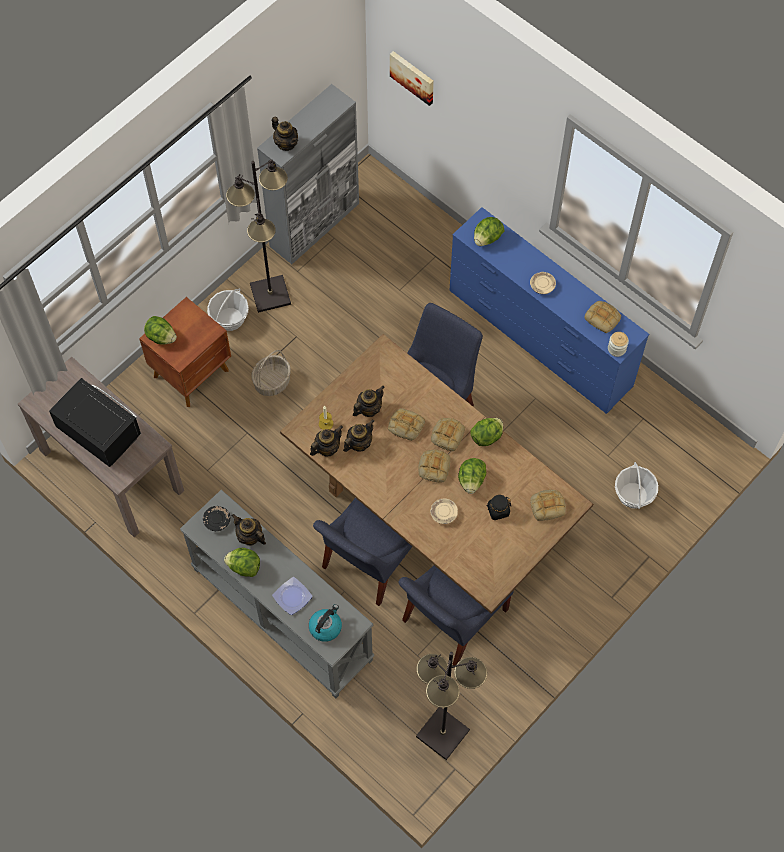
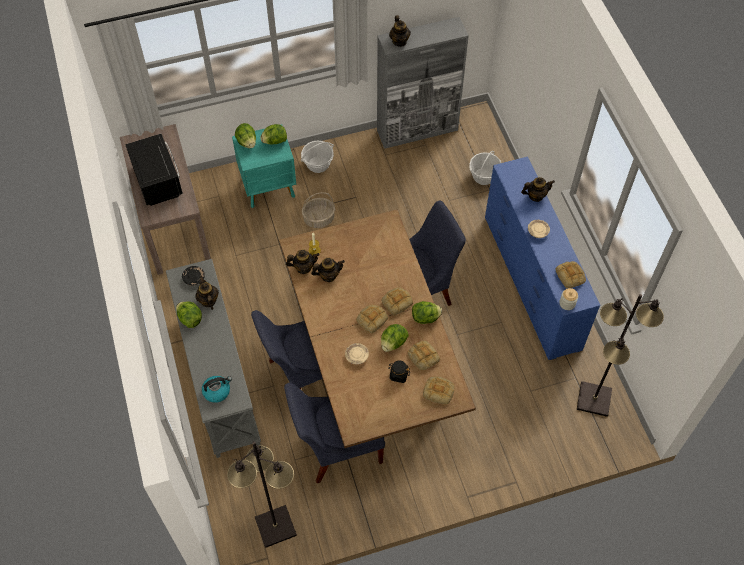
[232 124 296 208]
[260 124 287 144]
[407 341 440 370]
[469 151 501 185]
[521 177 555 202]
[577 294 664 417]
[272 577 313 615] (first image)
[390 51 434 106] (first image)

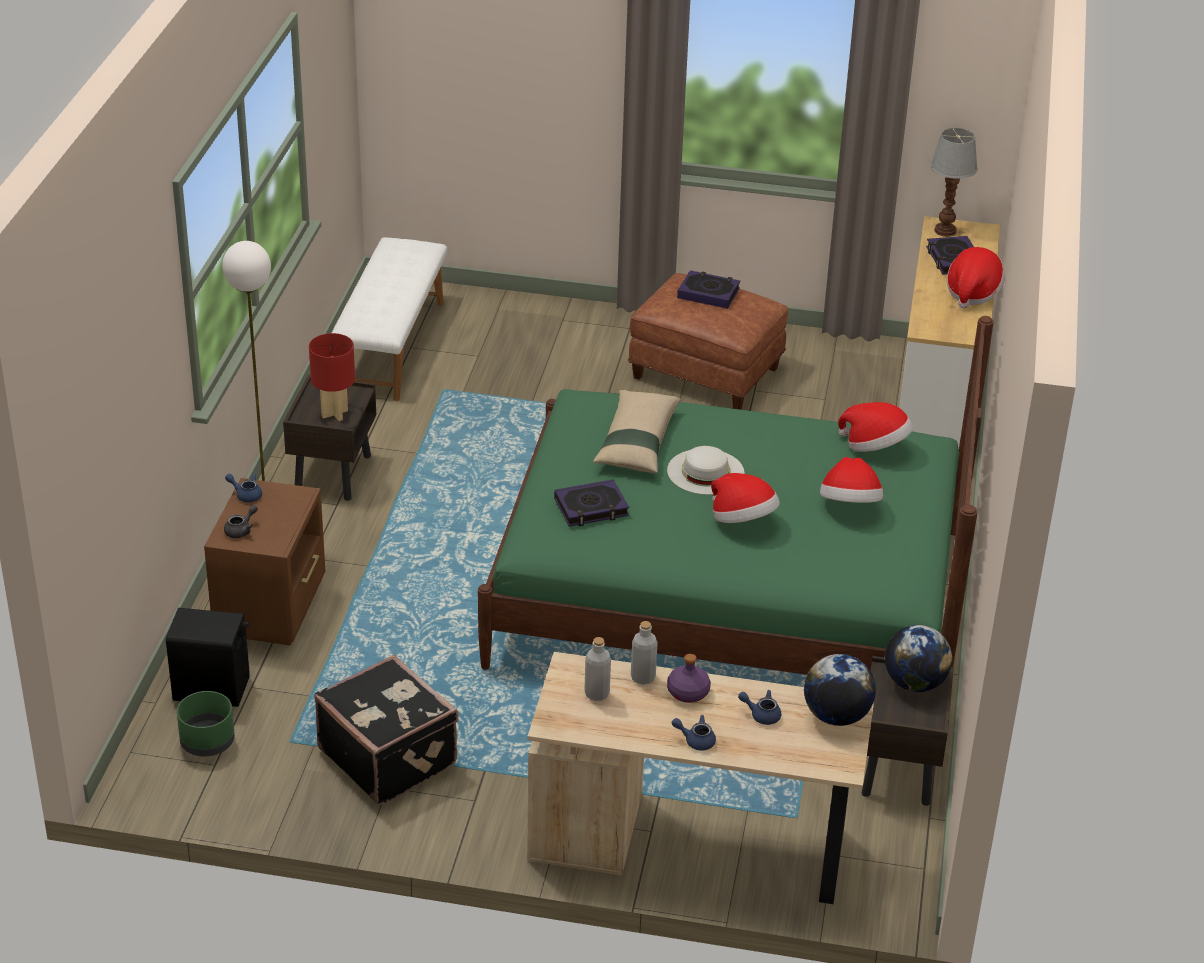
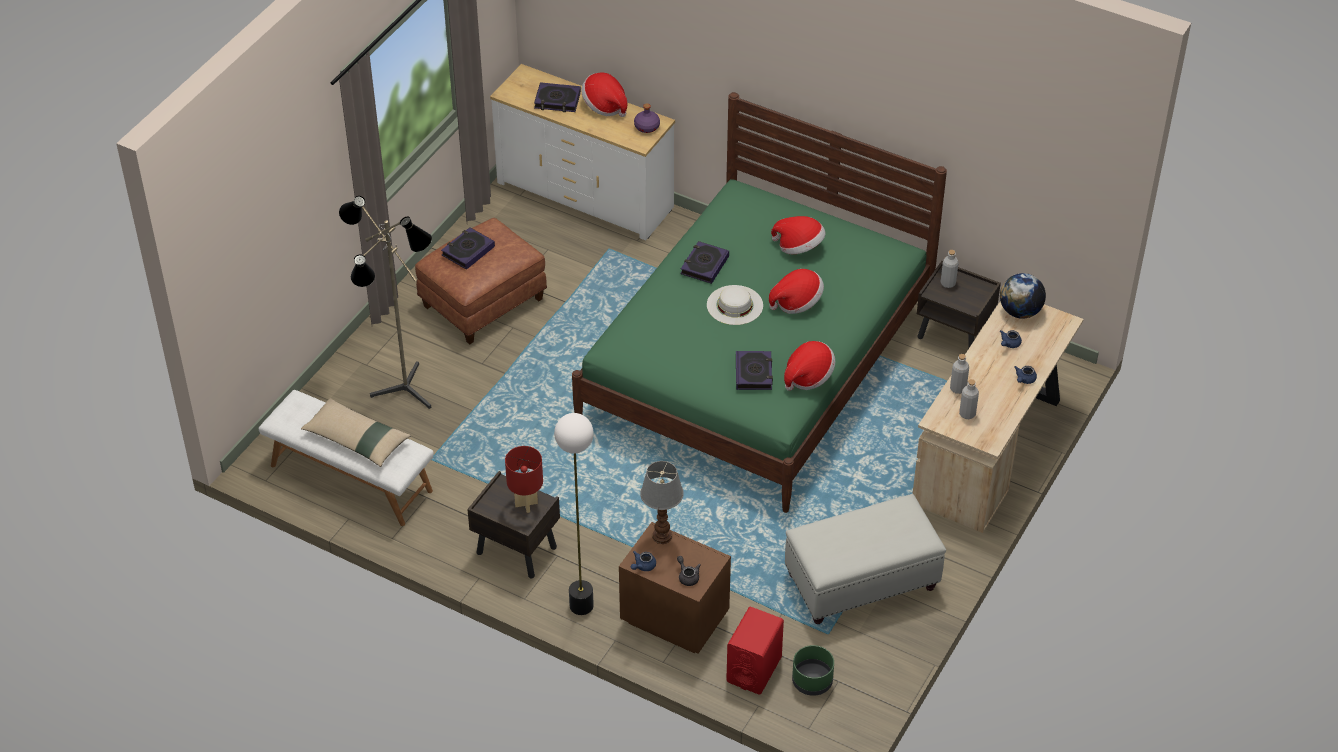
[301 398 411 467]
[339 196 432 409]
[634 104 660 133]
[640 461 684 544]
[680 241 729 284]
[726 607 784 695]
[784 341 835 391]
[785 494 946 624]
[941 250 959 288]

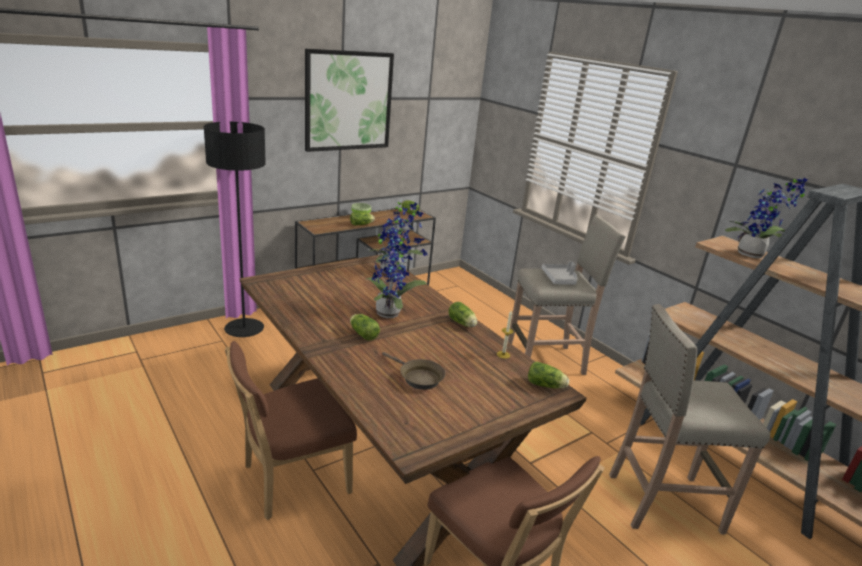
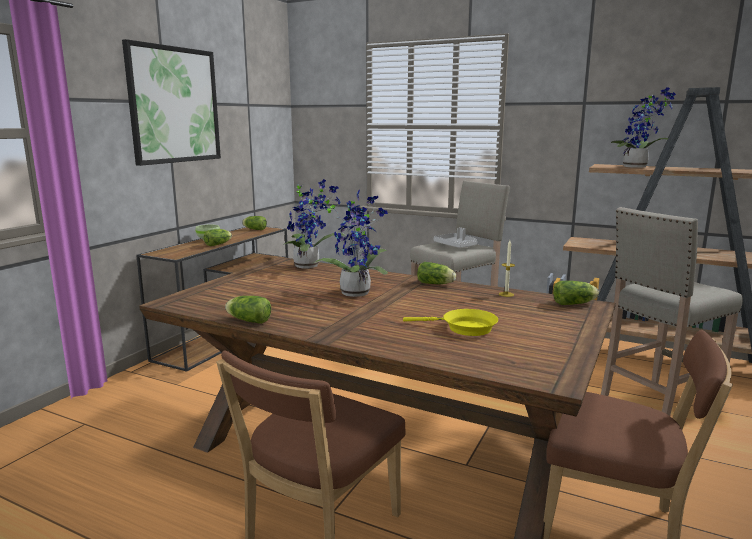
[225 296 271 324]
[403 309 498 336]
[204 122 266 337] (first image)

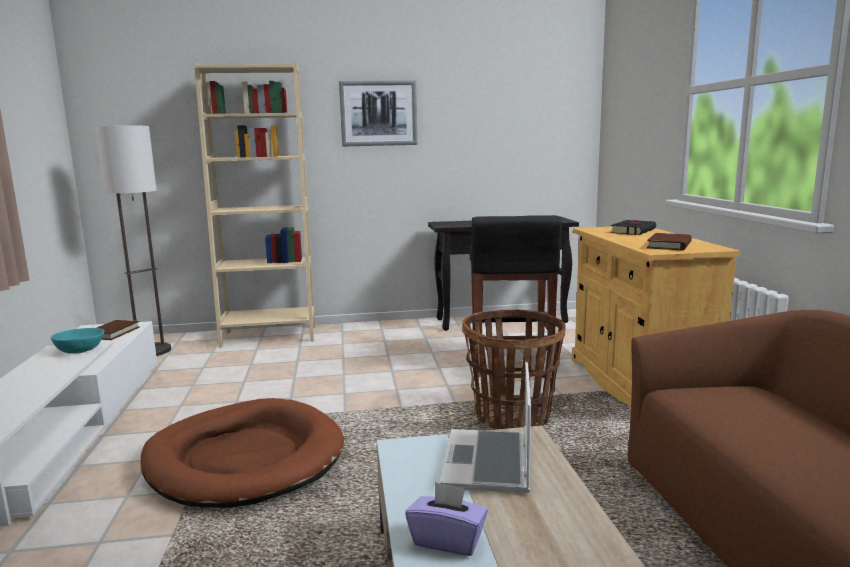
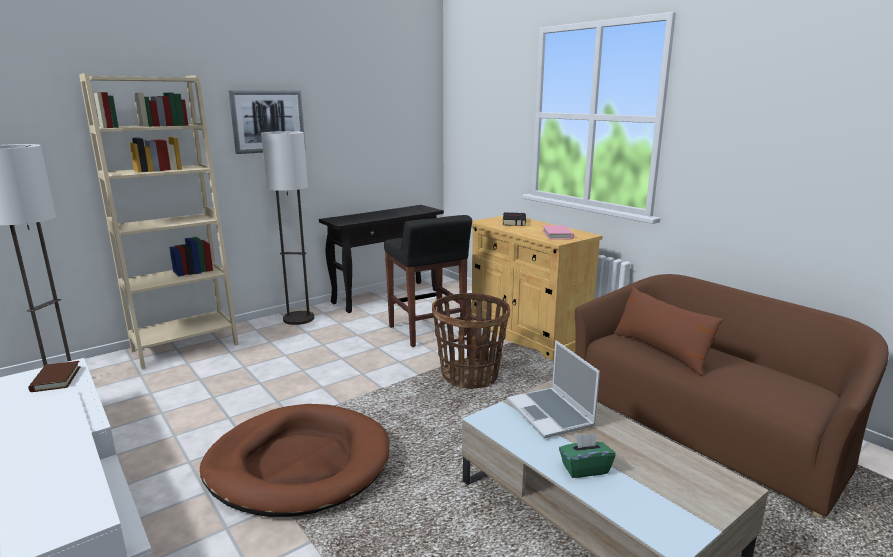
[261 131 314 325]
[542 225 574 239]
[559 433 616 478]
[614 286 723 376]
[51 328 104 354] (first image)

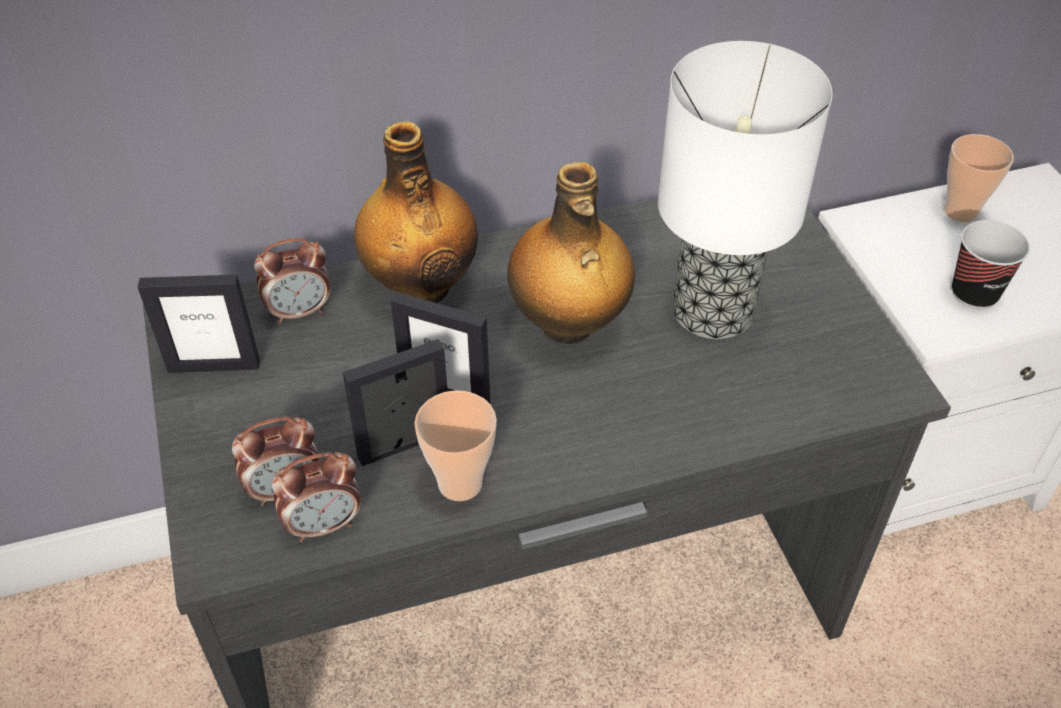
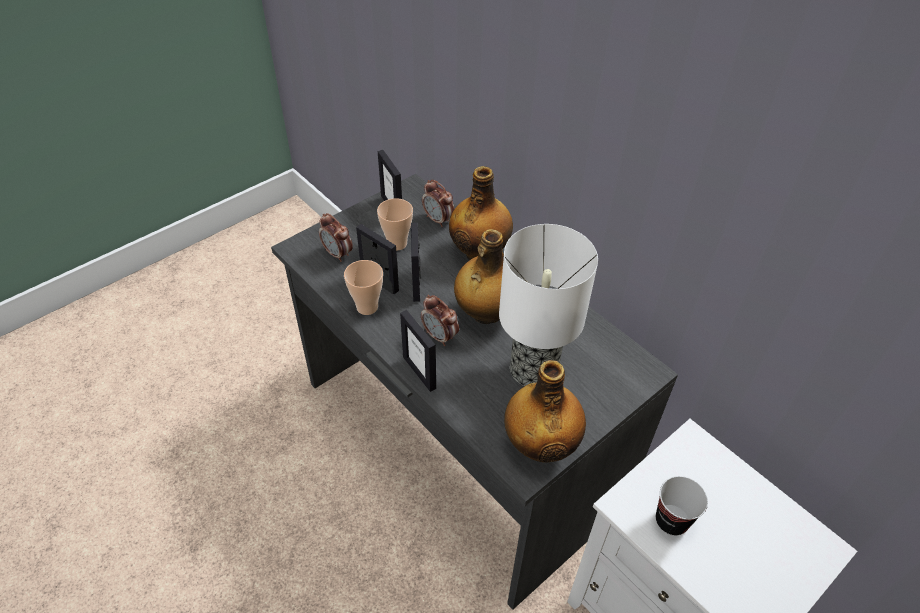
[377 198 413 250]
[400 310 436 392]
[421 295 459 346]
[504 360 586 463]

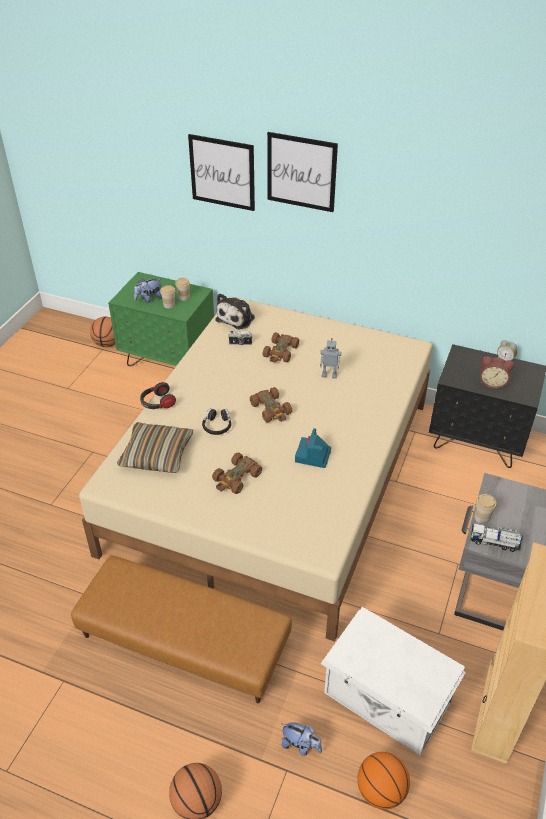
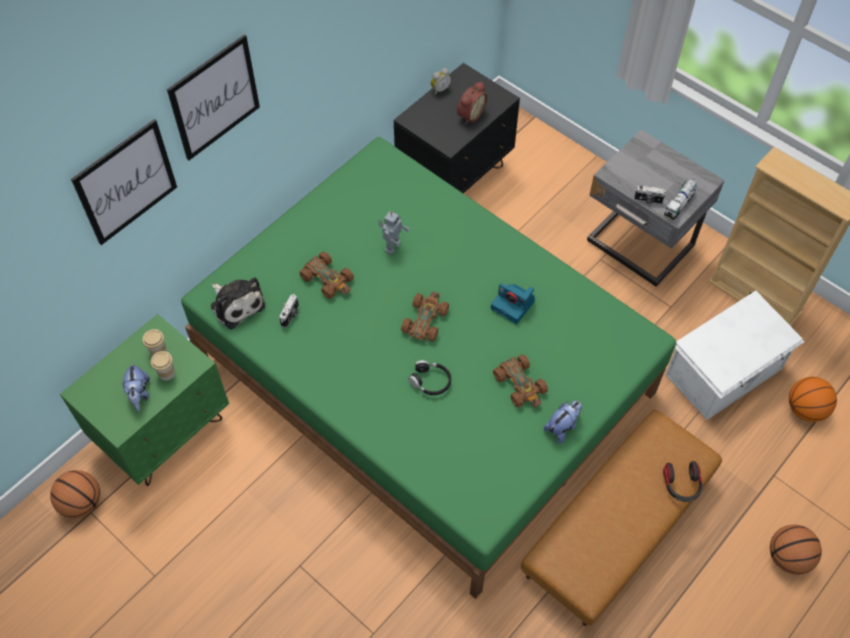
[181 137 676 599]
[401 292 449 342]
[544 401 582 443]
[634 185 666 204]
[663 461 703 502]
[117 422 193 473] (first image)

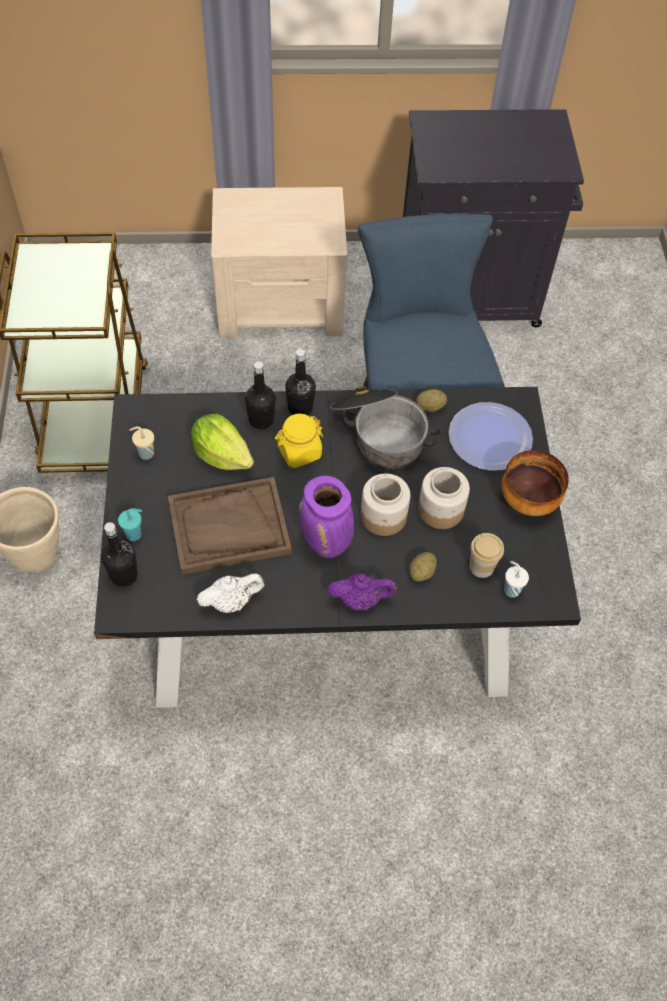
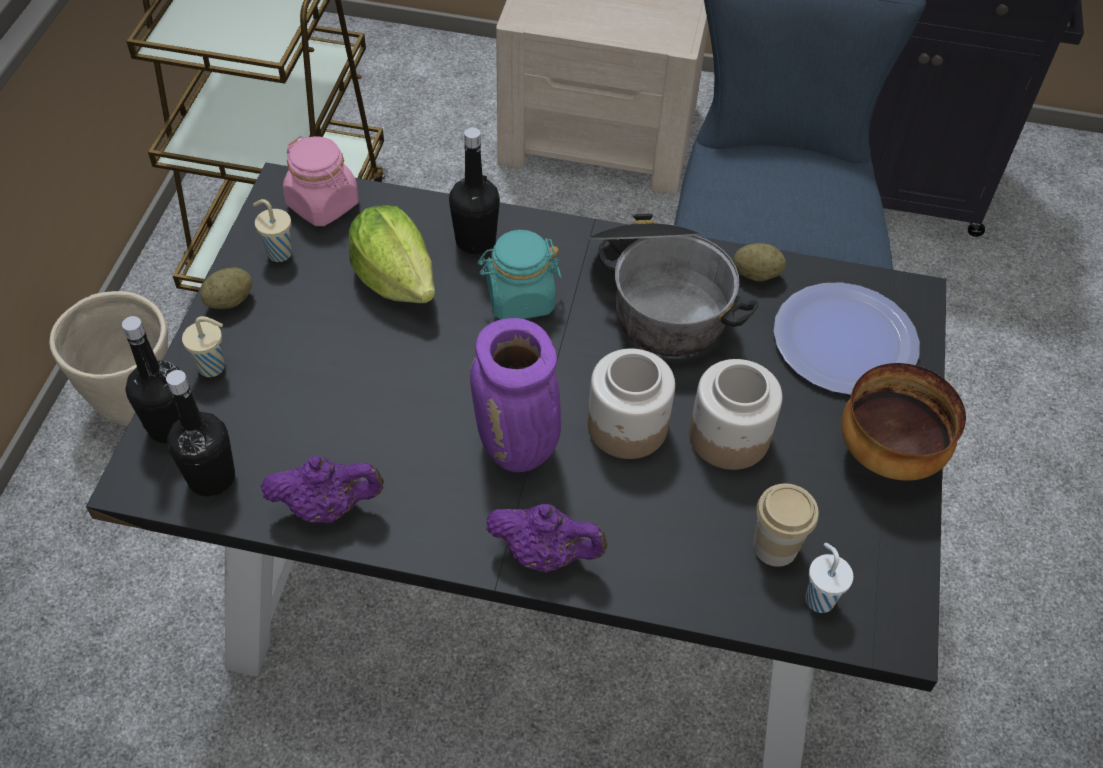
[166 370 235 497]
[182 316 225 377]
[200 267 252 309]
[261 456 384 523]
[283 136 359 226]
[478 230 562 319]
[168 477 292 575] (first image)

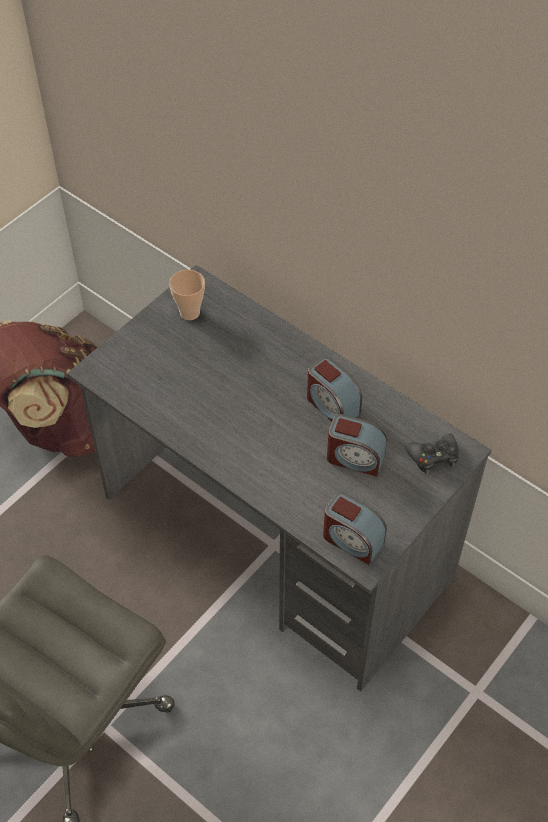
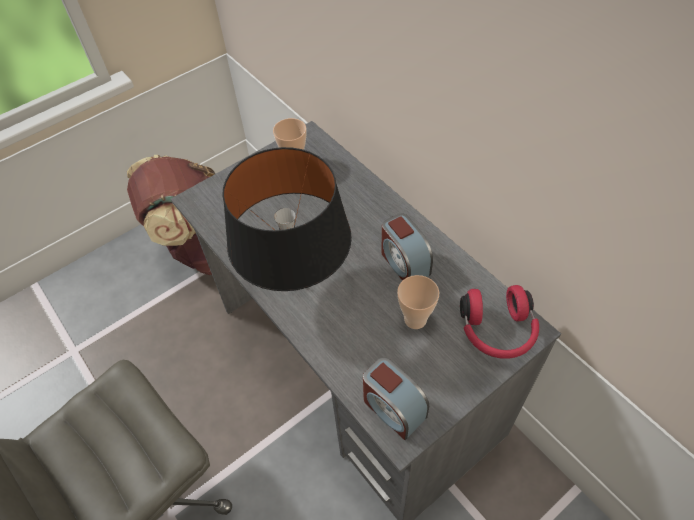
[222 147 352 291]
[397 275 439 329]
[460 285 539 359]

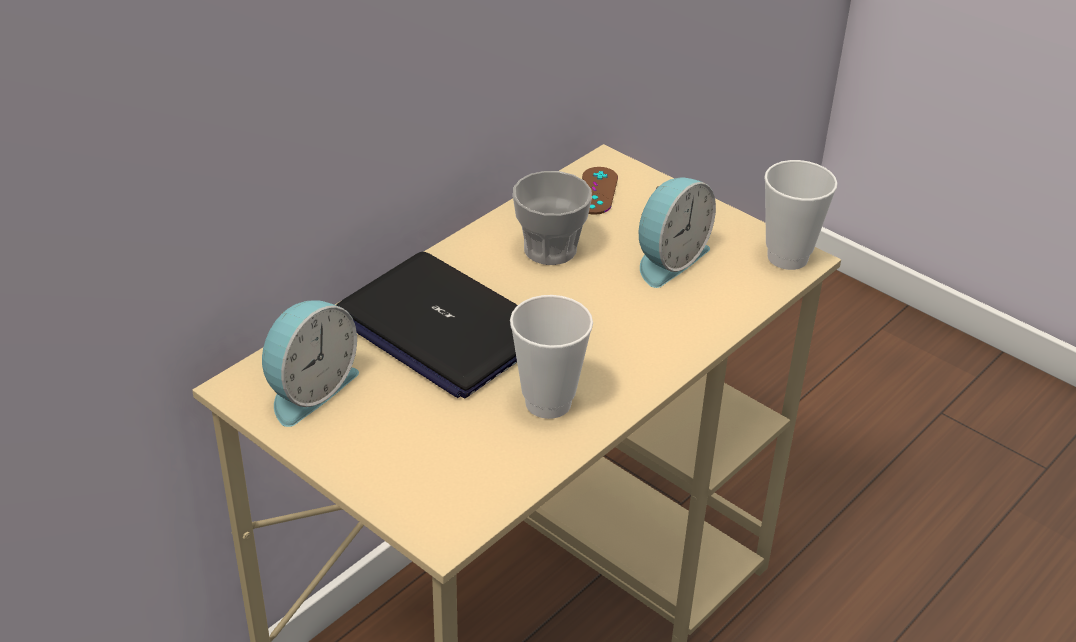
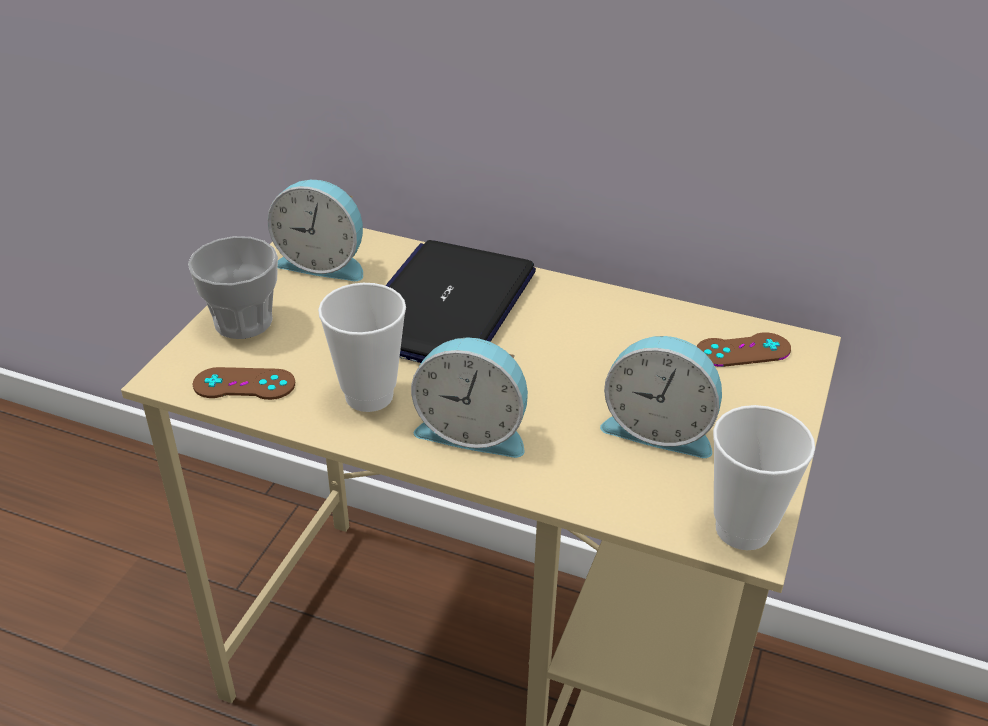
[188 236 278 339]
[193 367 295 400]
[411 337 528 458]

